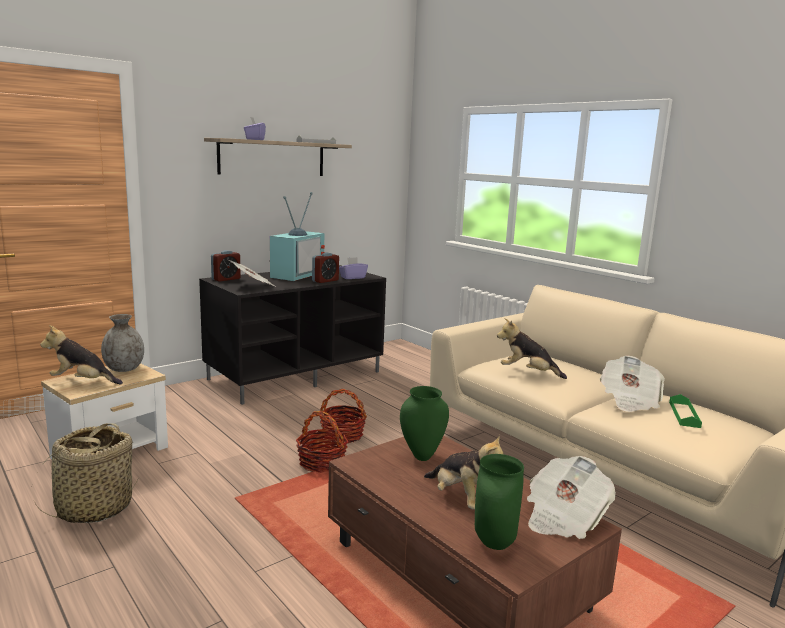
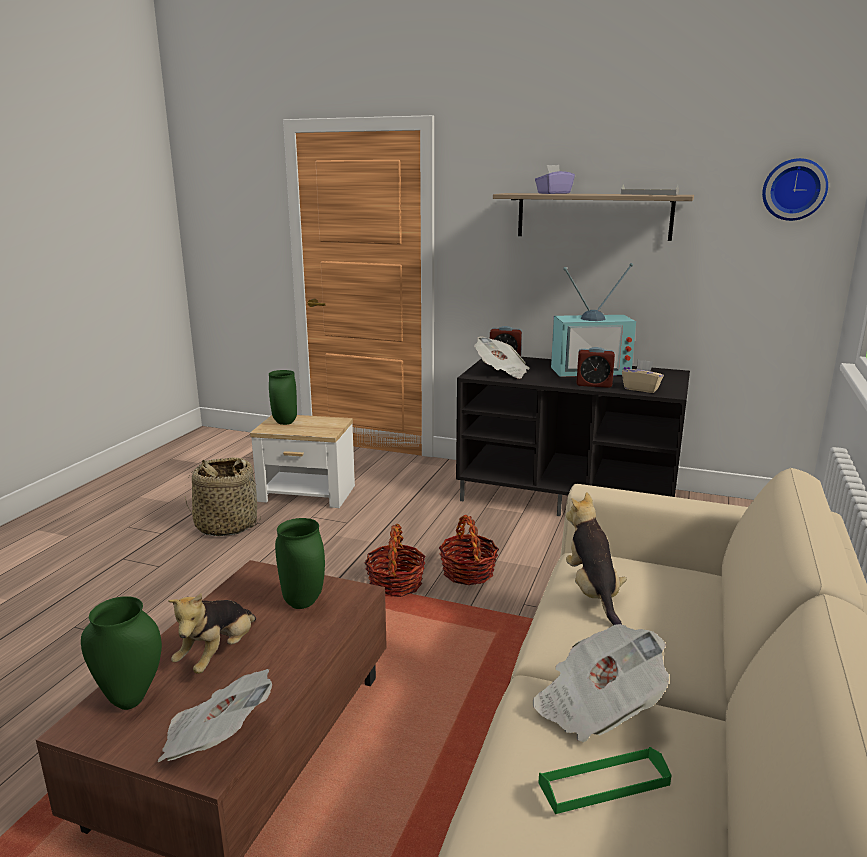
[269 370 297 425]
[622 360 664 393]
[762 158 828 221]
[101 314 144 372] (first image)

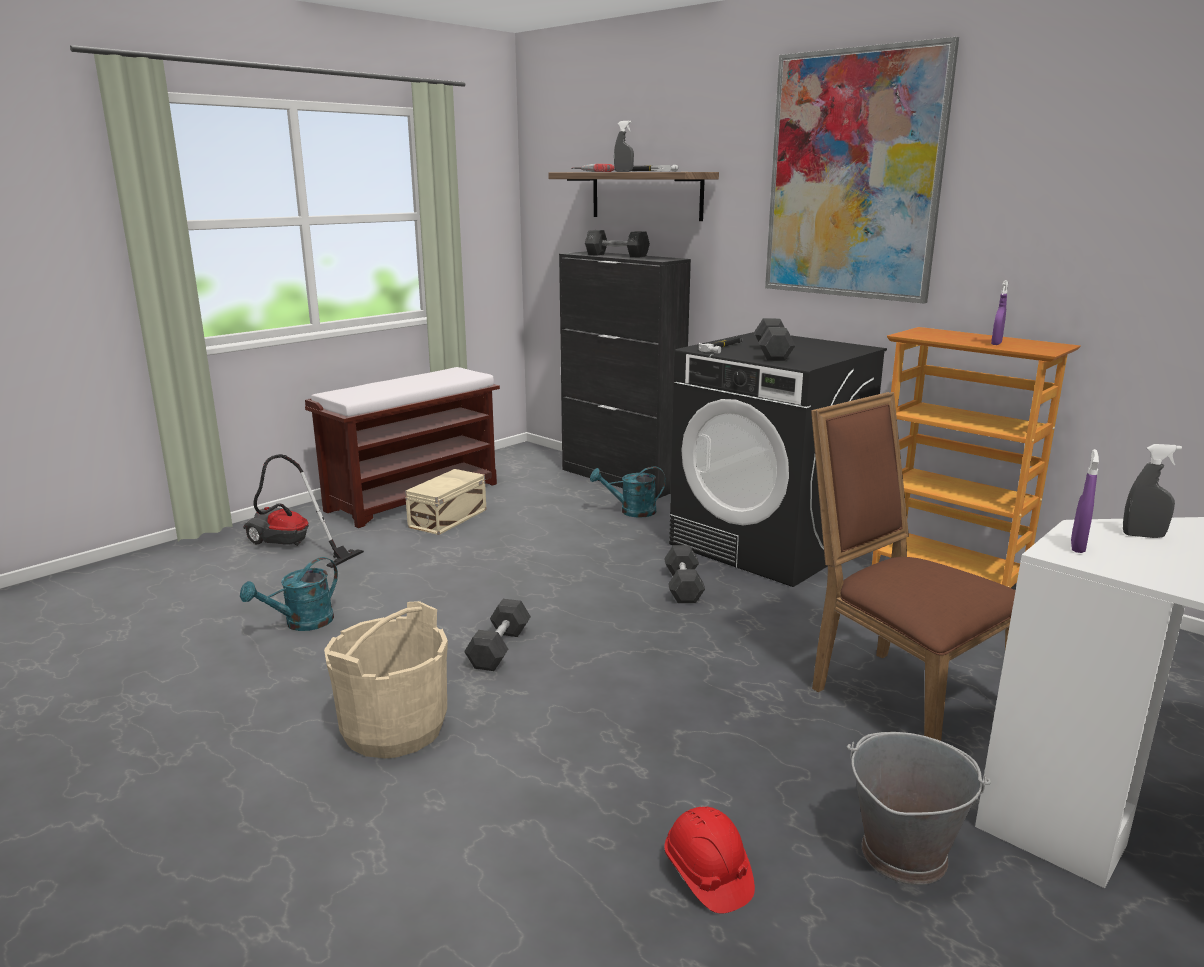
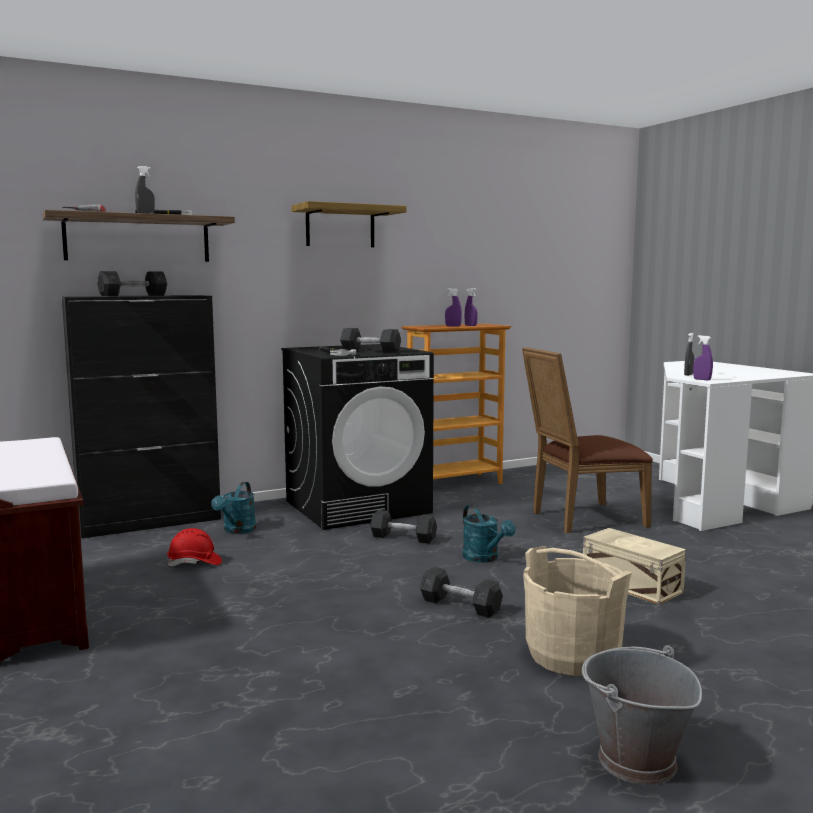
[167 528 222 566]
[292 201 406 247]
[445 288 462 327]
[462 505 516 563]
[582 645 702 785]
[583 528 686 605]
[243 454 364 568] (first image)

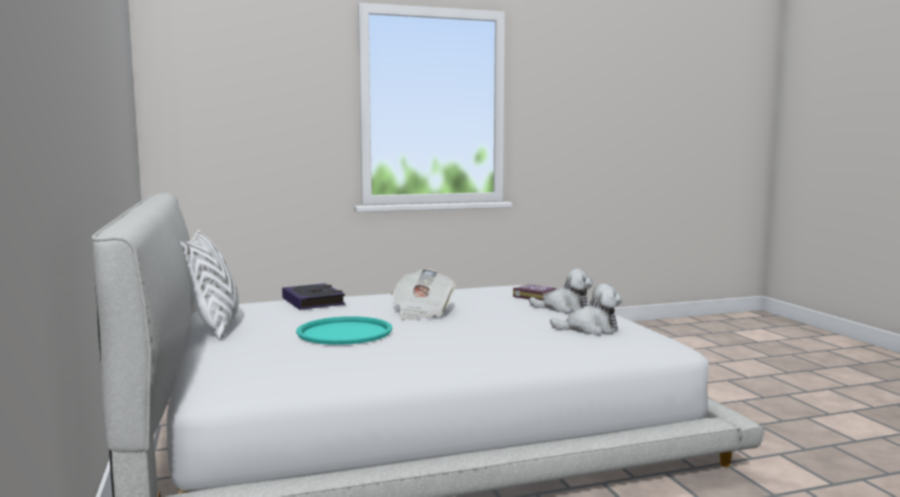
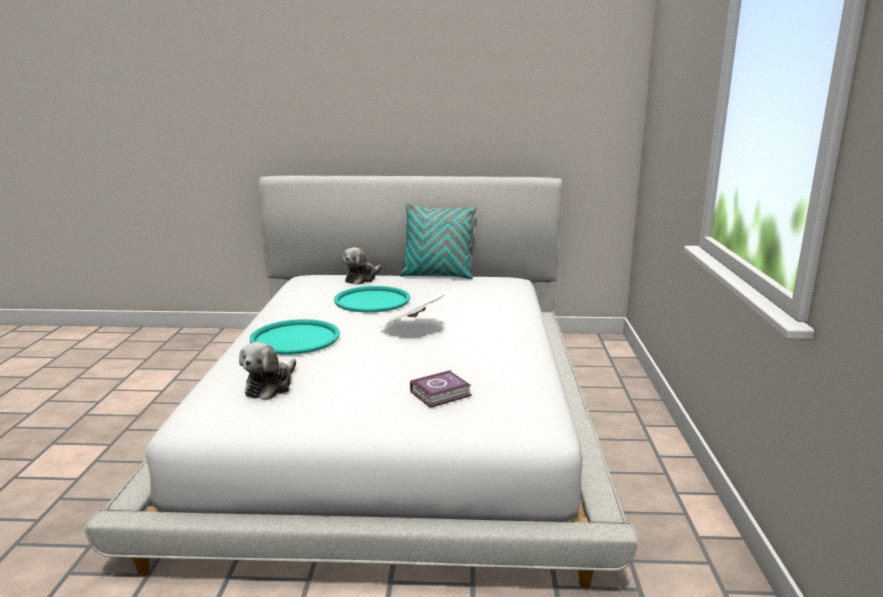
[249 319 340 355]
[342 247 381 285]
[400 203 477 279]
[282 283 345 310] (first image)

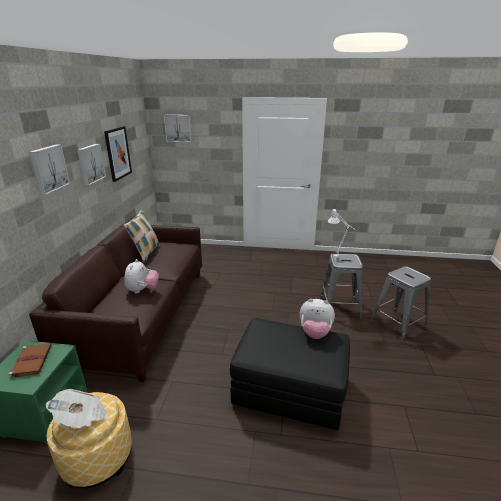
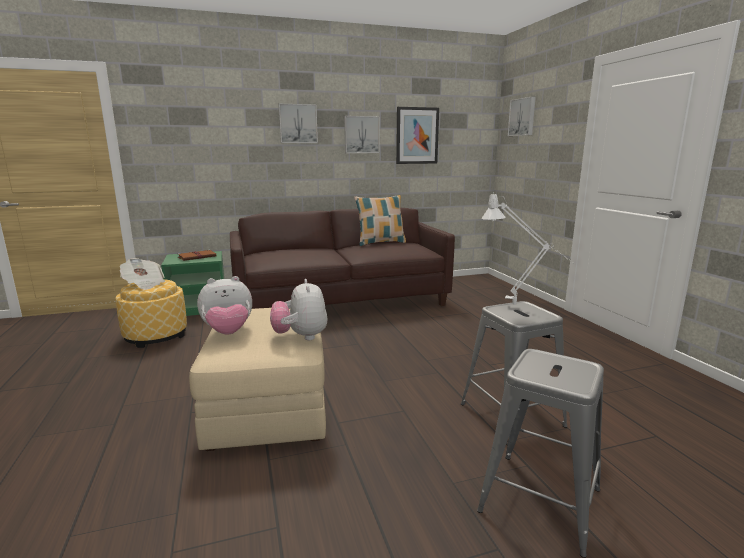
[189 308 326 451]
[197 276 252 334]

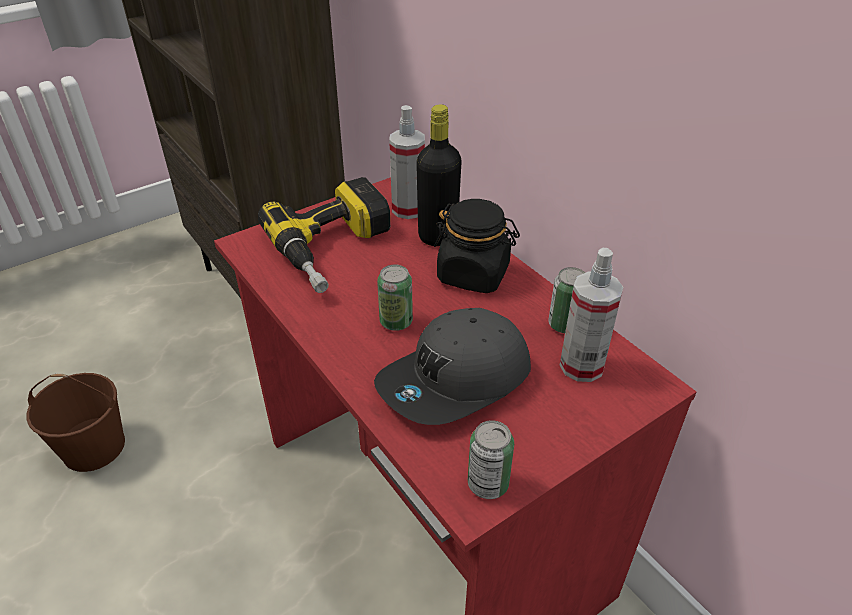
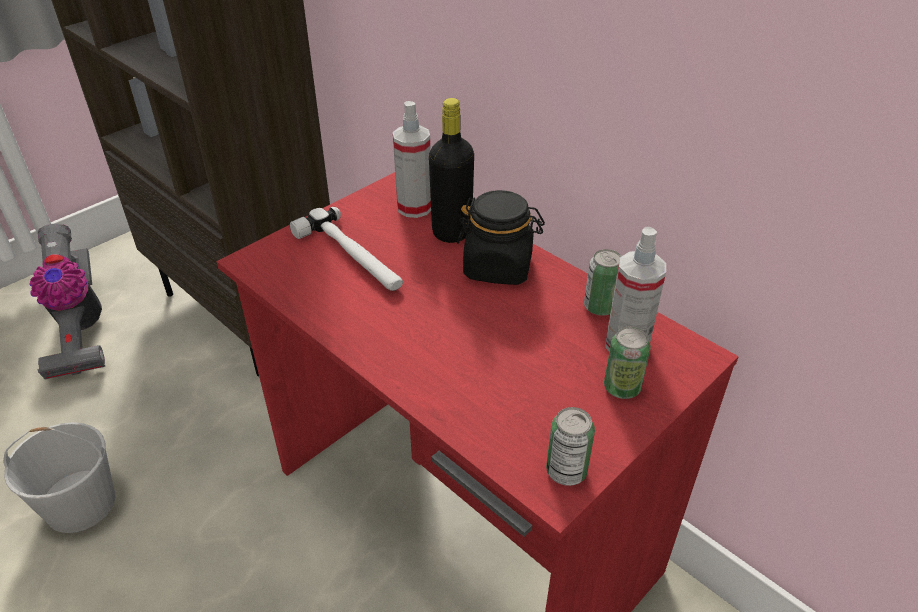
[3 422 115 533]
[29 223 105 379]
[290 207 403 291]
[604 326 651 399]
[374 308 531 425] (first image)

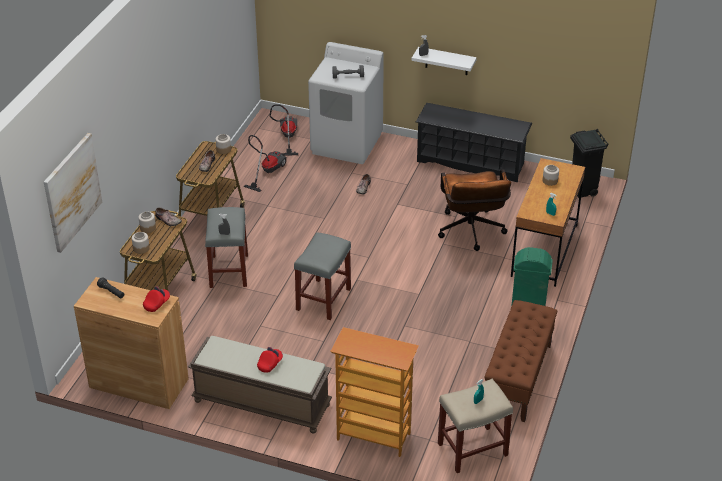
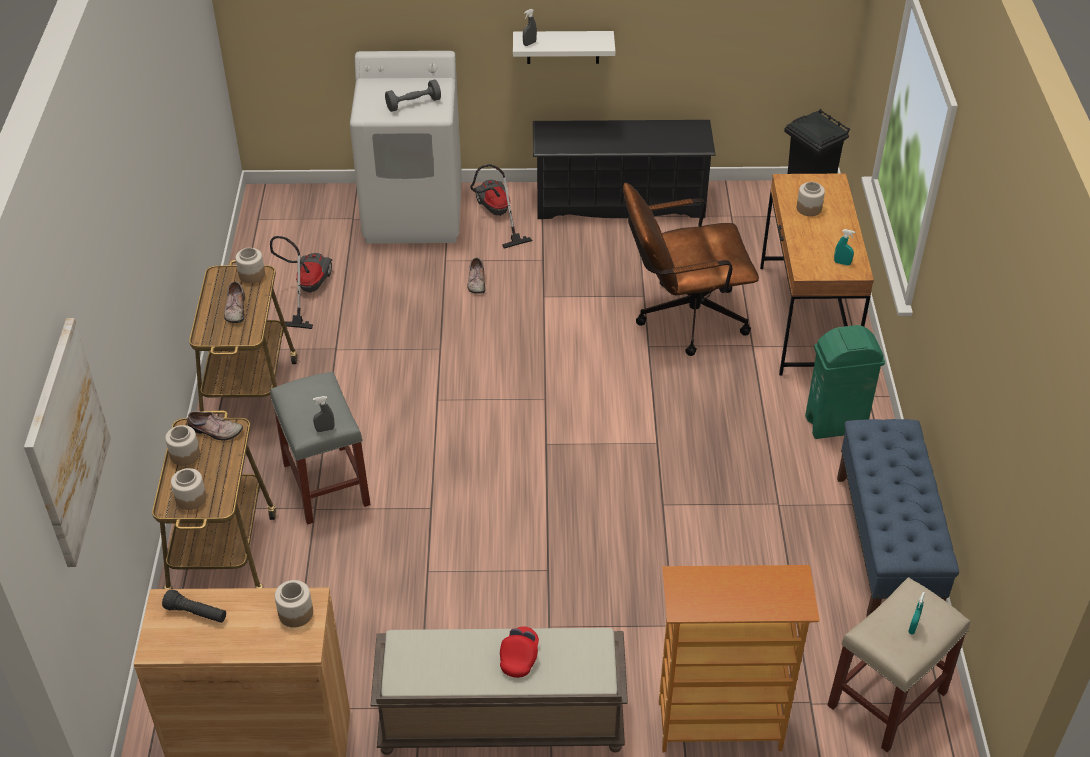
[275 580 313 627]
[470 164 532 248]
[623 182 759 356]
[837 419 959 617]
[294 232 351 320] (first image)

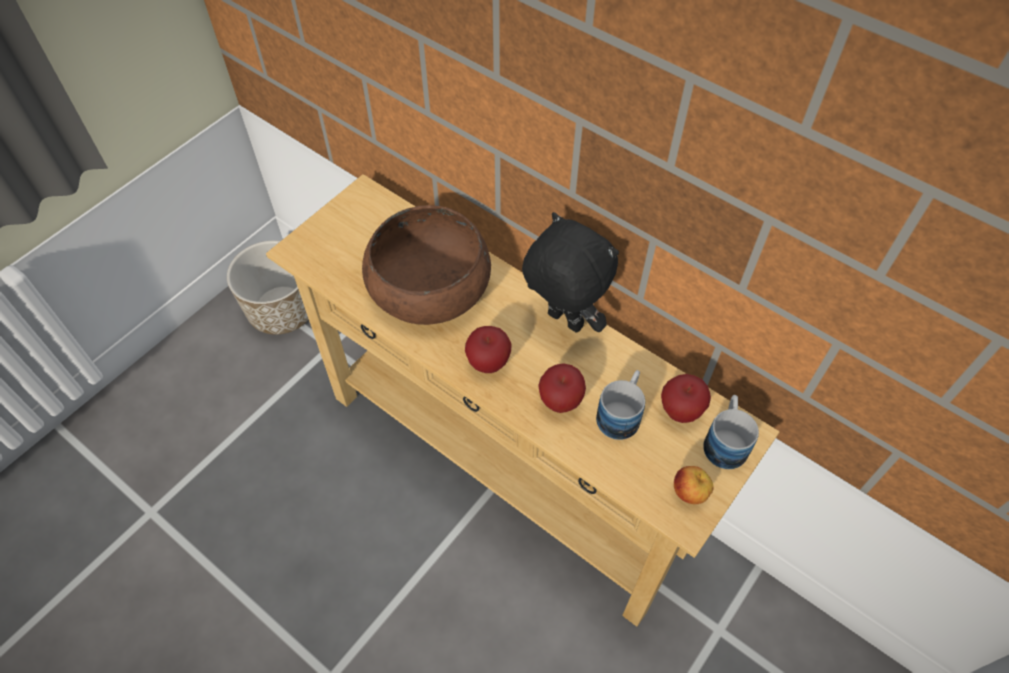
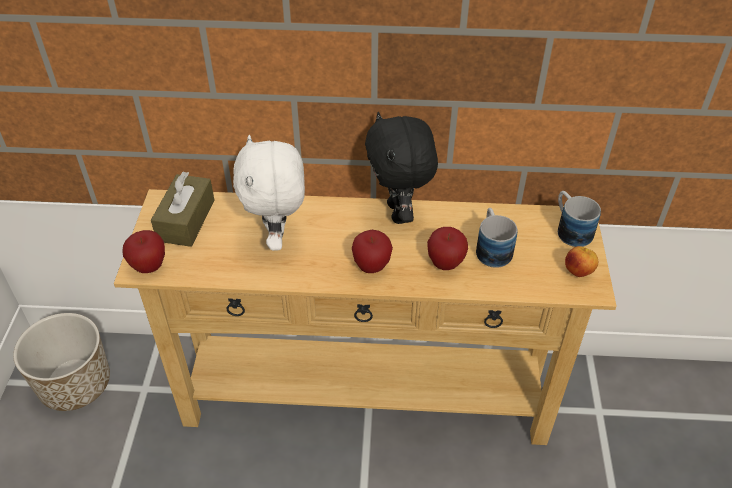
[122 230 165 273]
[151 172 214 247]
[233 135 305 251]
[365 112 438 224]

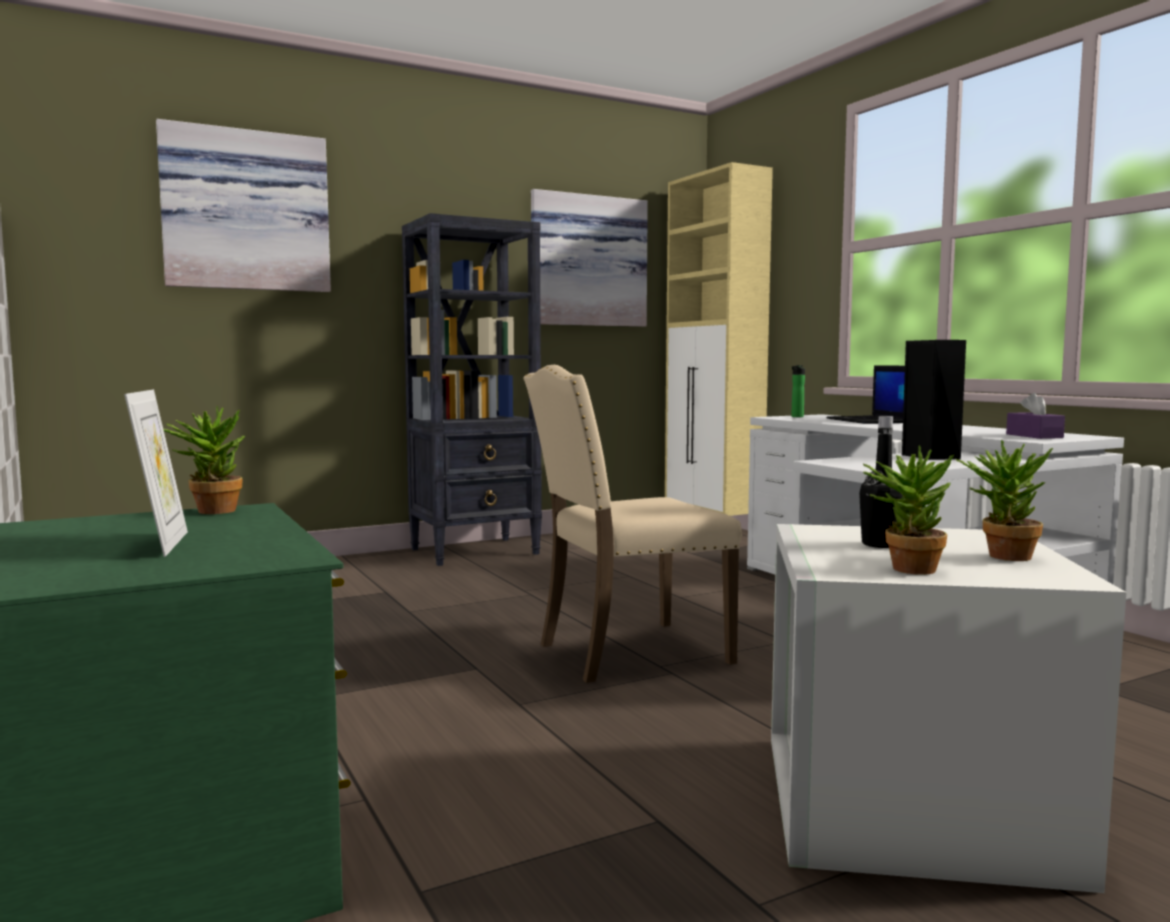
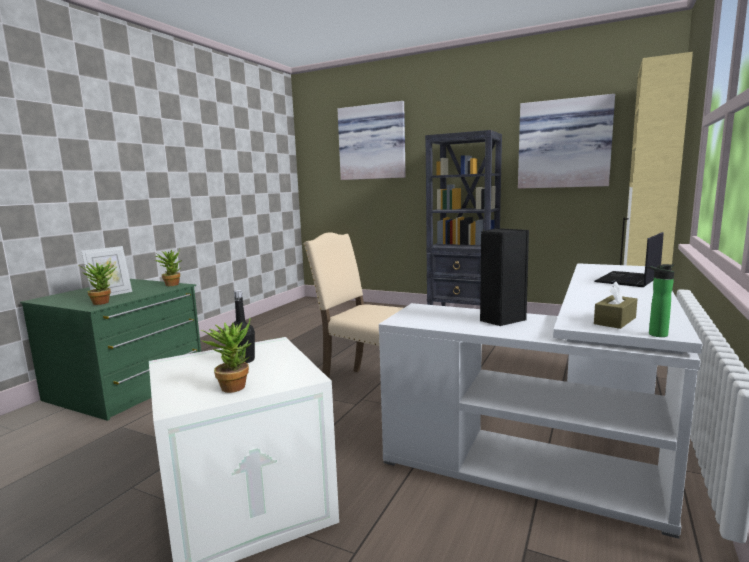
[78 261 116 305]
[594 282 638 329]
[647 264 674 337]

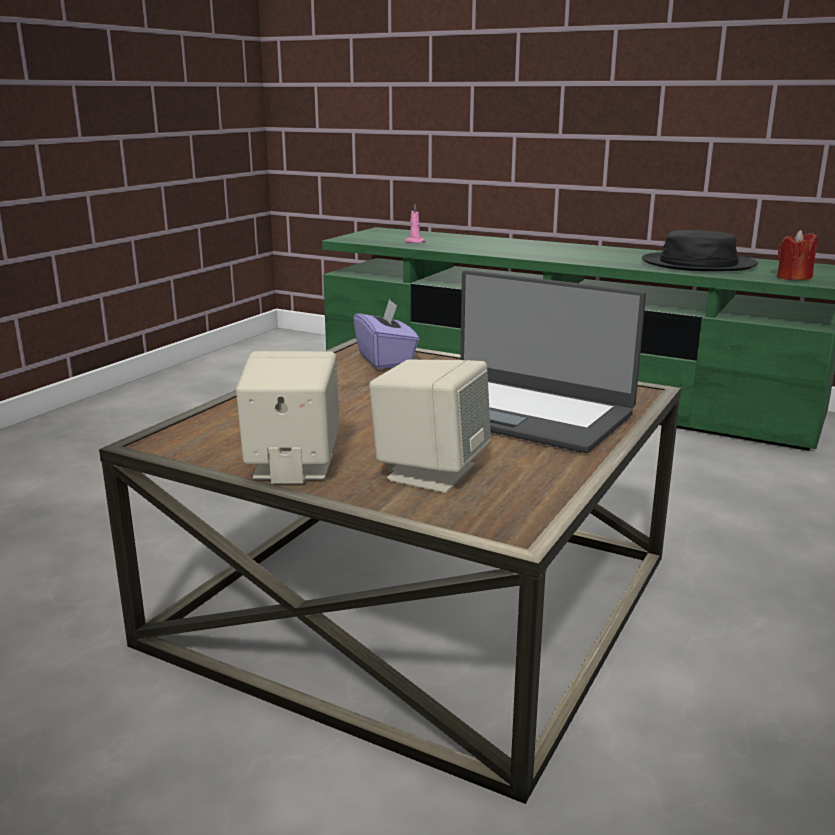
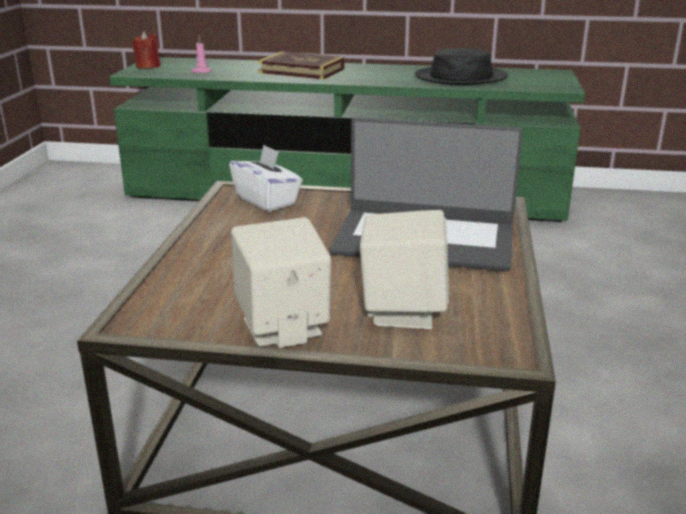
[133 31 160 69]
[229 145 303 212]
[258 52 344 79]

